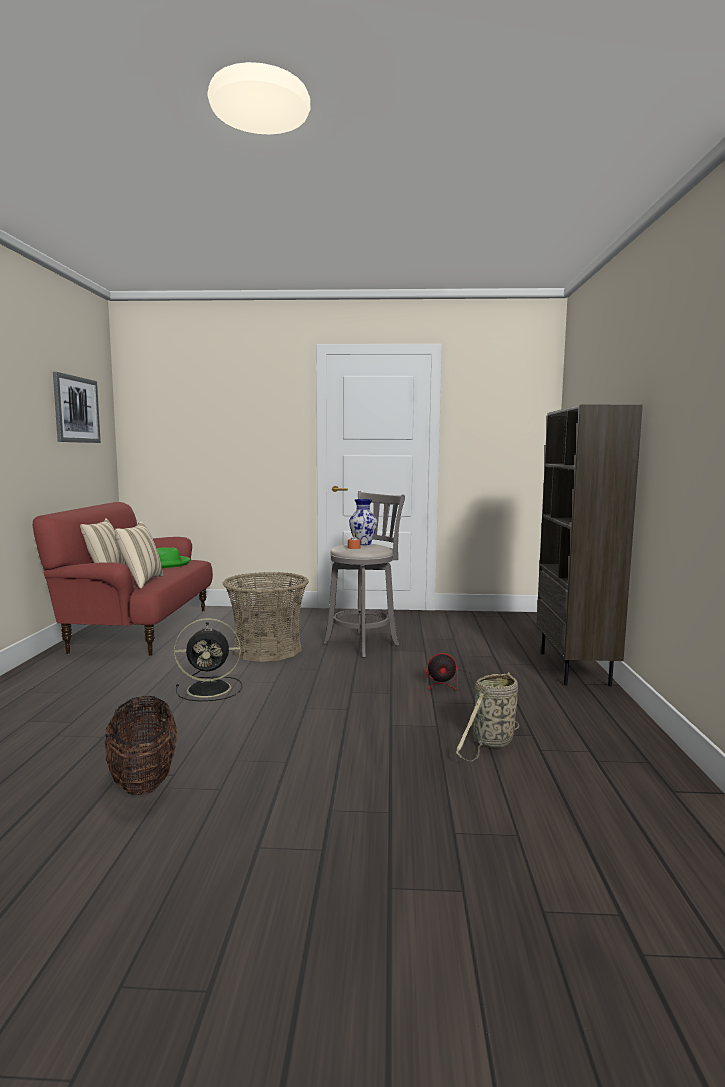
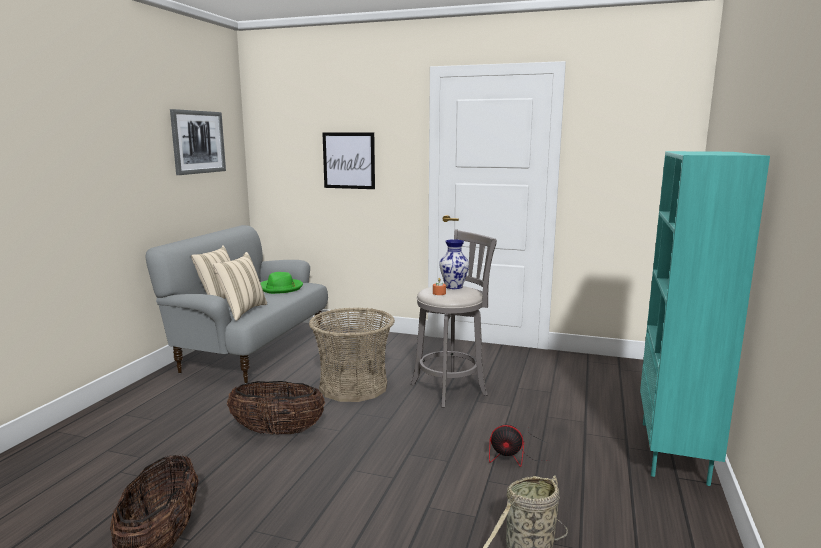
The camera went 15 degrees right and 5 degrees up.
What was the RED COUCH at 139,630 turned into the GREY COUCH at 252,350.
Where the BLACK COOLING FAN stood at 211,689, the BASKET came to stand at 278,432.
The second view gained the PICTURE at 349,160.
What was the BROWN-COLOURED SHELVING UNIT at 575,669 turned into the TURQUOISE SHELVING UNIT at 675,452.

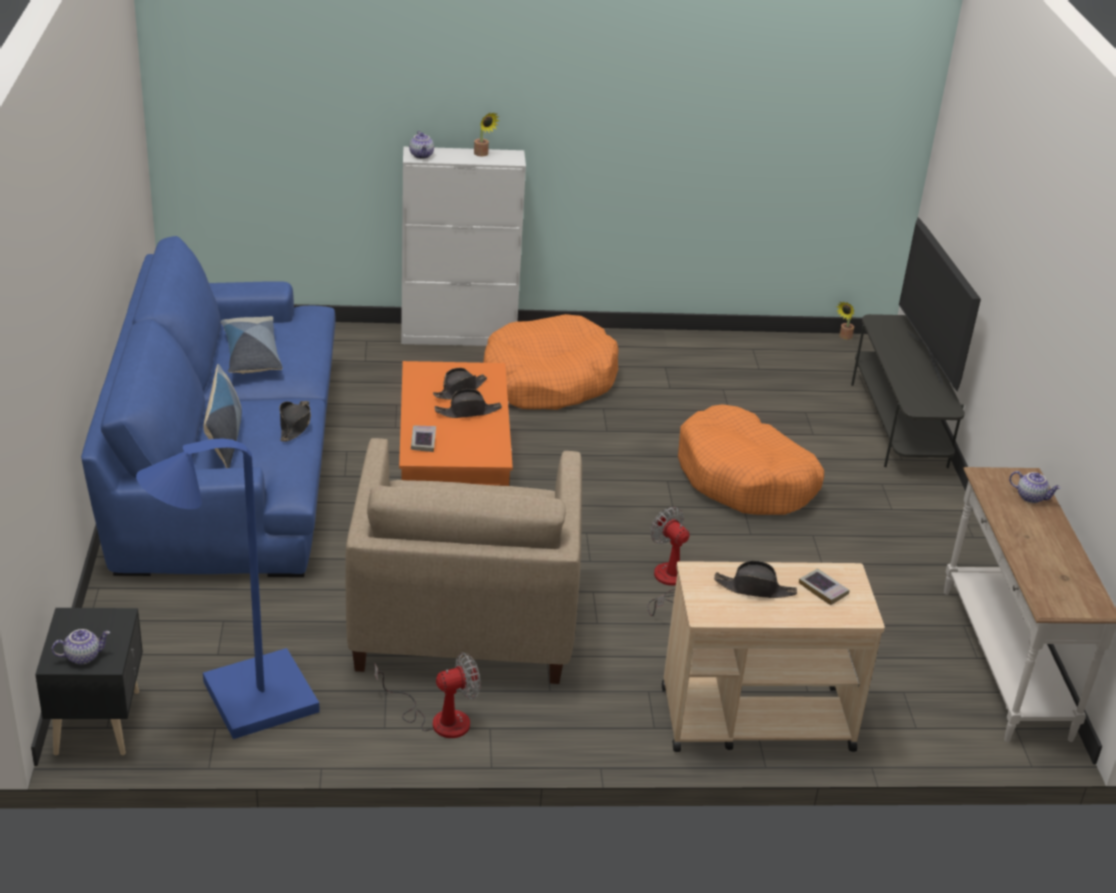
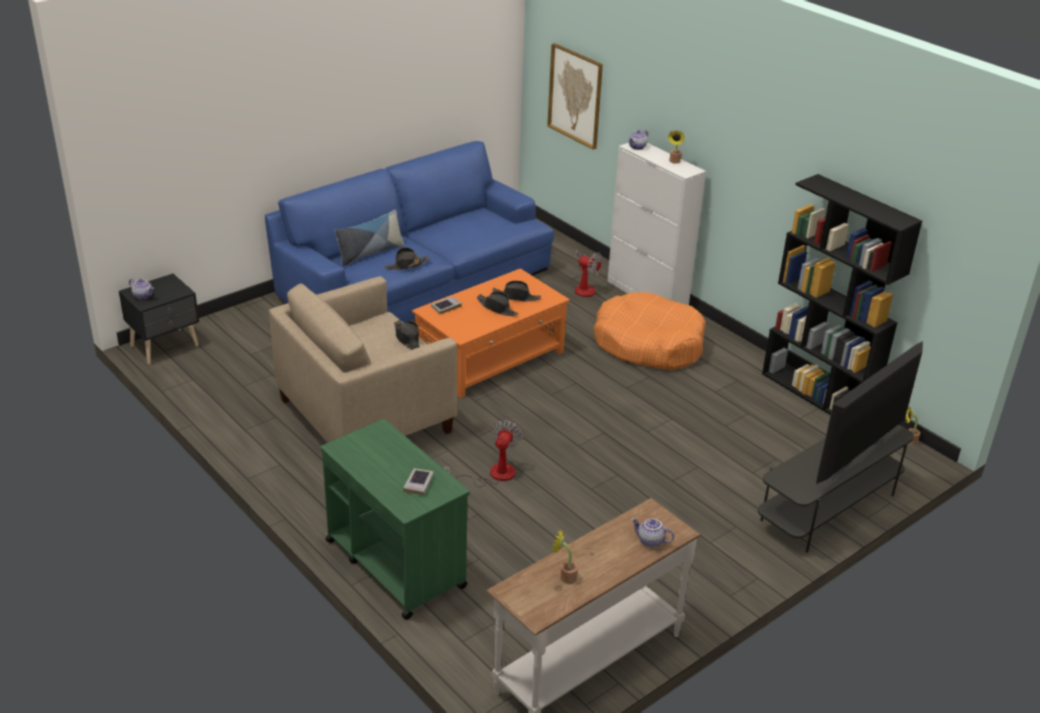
The camera went 55 degrees right and 0 degrees up.
What was the BEIGE TROLLEY at 755,718 turned into the GREEN TROLLEY at 394,563.
The BLACK CLOTHING HAT ended up elsewhere, having gone from 755,589 to 407,339.
The second view gained the PICTURE at 575,95.
The second view gained the POTTED PLANT at 565,576.
The COOLING FAN ended up elsewhere, having gone from 438,719 to 583,287.
The TEA POT at 1031,497 ended up facing another way, 120 degrees clockwise from before.
The second view gained the BLACK SHELVING UNIT at 817,395.
The second view lost the BLUISH STANDARD LAMP at 243,702.
The second view lost the CUSHION at 251,354.
The second view lost the ORANGE DOG CUSHION at 745,479.

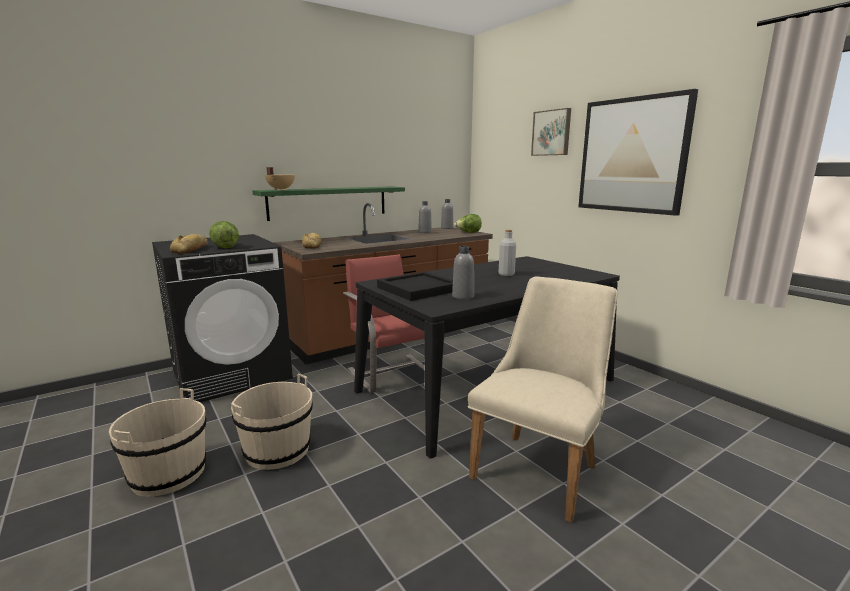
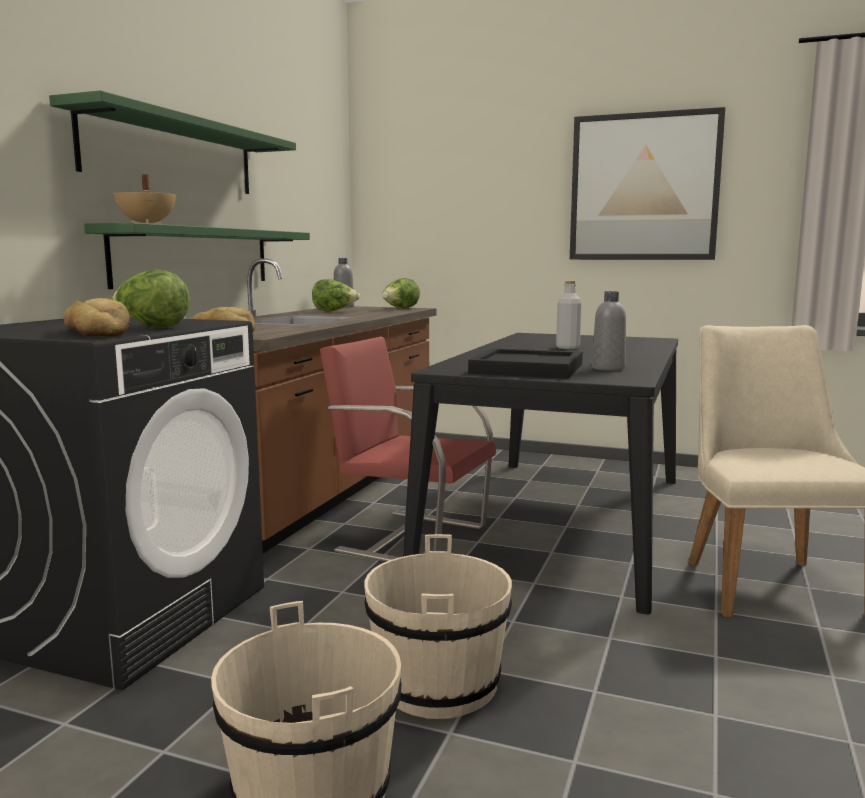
The camera went 35 degrees left and 5 degrees down.
The second view gained the GREEN WALL SHELF at 173,154.
Where the GREY BEVERAGE BOTTLE stood at 425,232, the HEAD OF LETTUCE came to stand at 334,311.
The second view lost the PICTURE at 552,133.

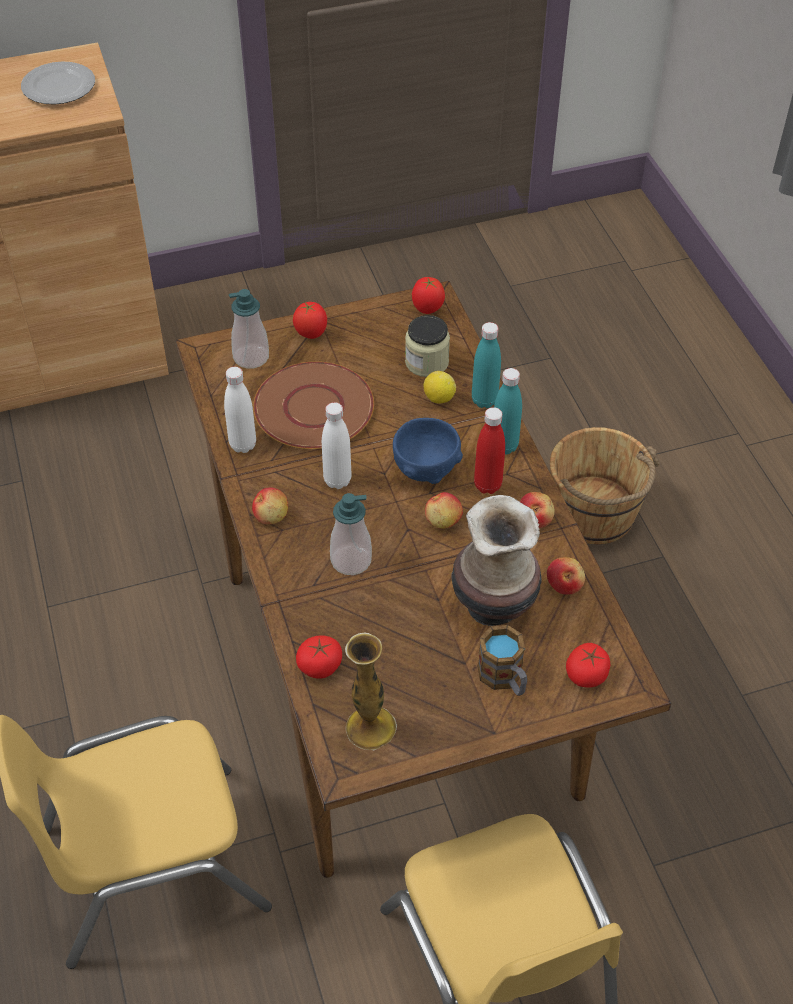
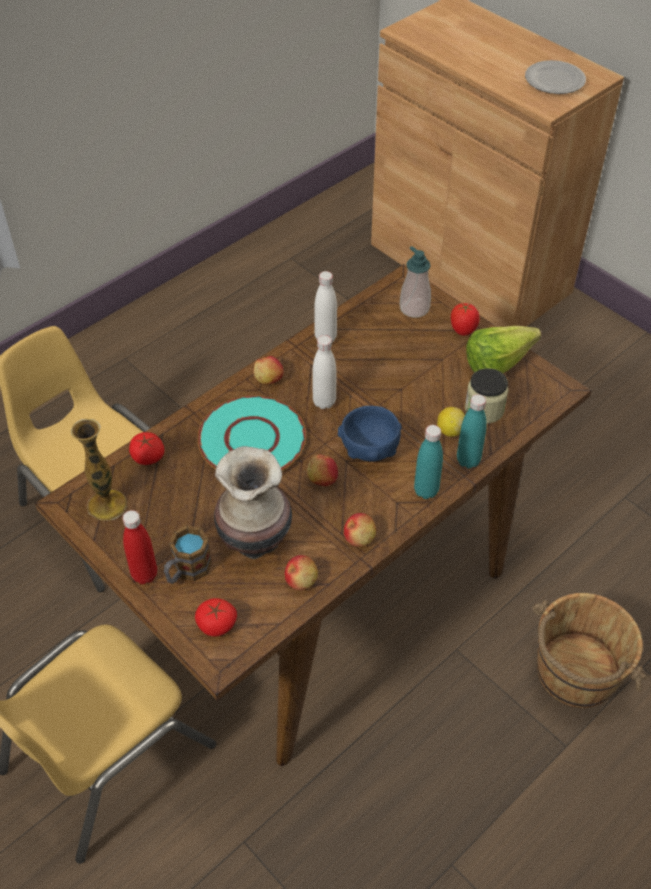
The camera went 65 degrees right and 0 degrees up.
The RED BEVERAGE BOTTLE ended up elsewhere, having gone from 487,485 to 144,575.
Where the LIQUID SOAP BOTTLE stood at 351,560, the TURQUOISE DINNER PLATE came to stand at 252,438.
The second view gained the HEAD OF LETTUCE at 503,363.
The second view lost the BROWN-COLOURED DINNER PLATE at 313,407.
The second view lost the WHOLE TOMATO at 427,309.

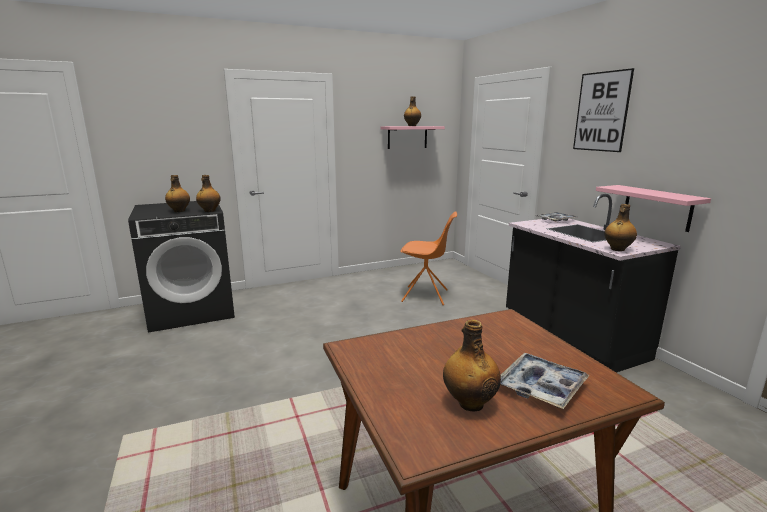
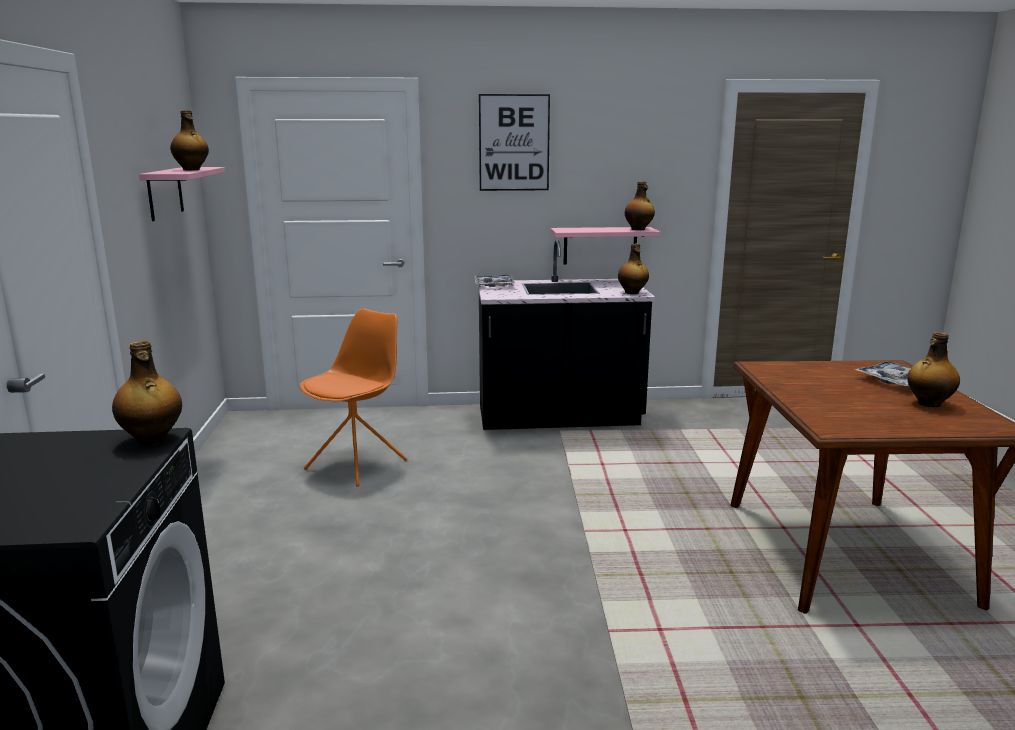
The camera went 70 degrees left and 0 degrees up.
The BEVERAGE BOTTLE ended up elsewhere, having gone from 179,211 to 638,229.

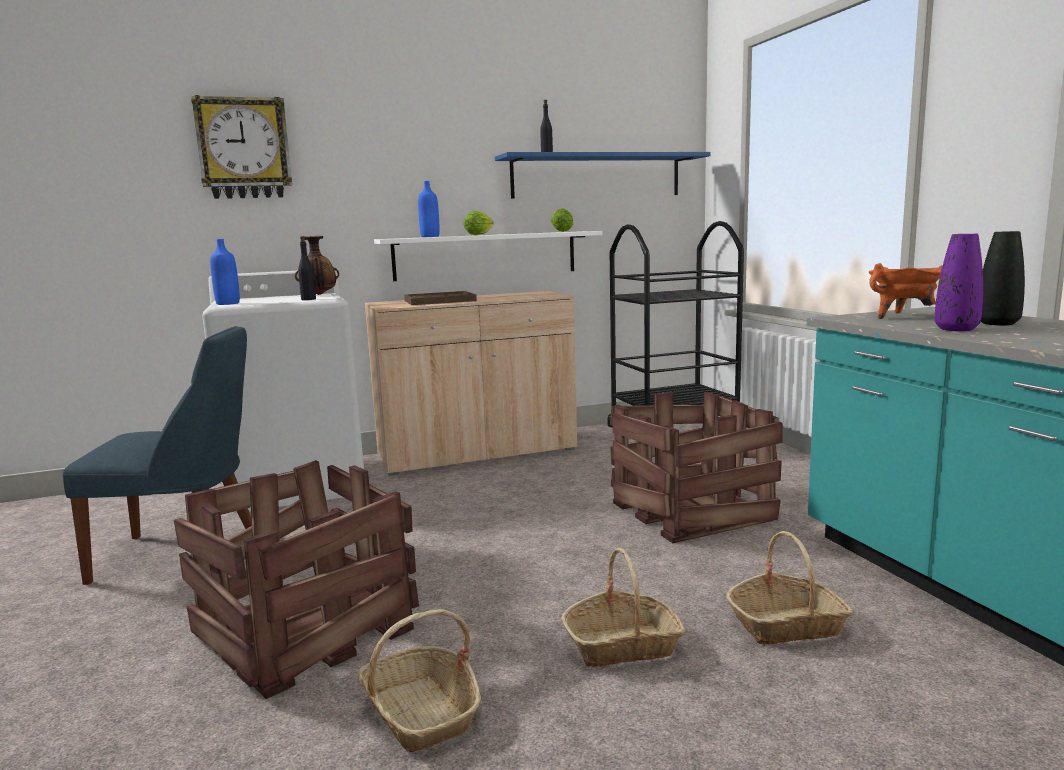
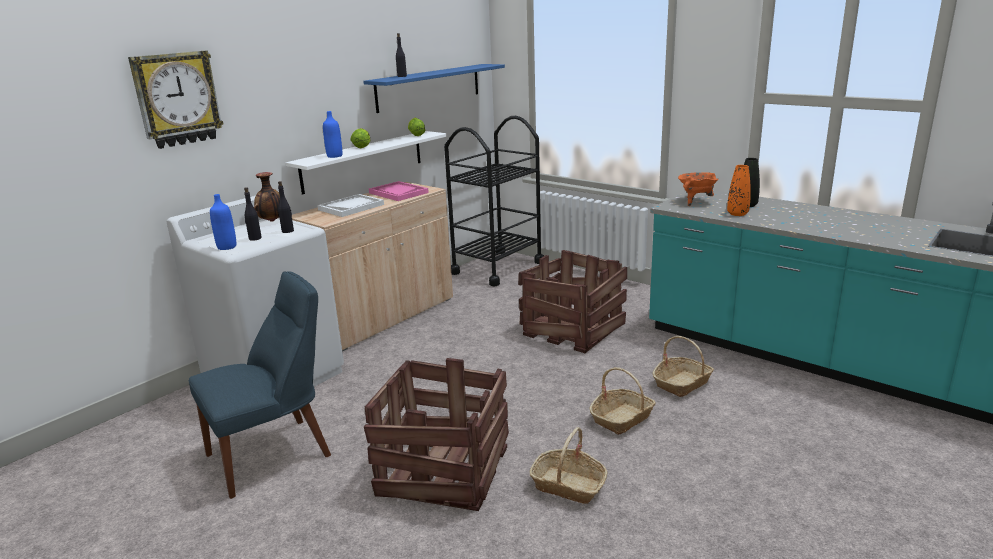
The camera went 30 degrees left and 10 degrees up.
The second view gained the BLACK BEVERAGE BOTTLE at 255,238.
What was the BROWN-COLOURED CARRYING TRAY at 440,300 turned into the WHITE CARRYING TRAY at 351,207.
The second view gained the PINK-COLOURED CARRYING TRAY at 398,193.
What was the PURPLE VASE at 956,329 turned into the ORANGE VASE at 737,214.

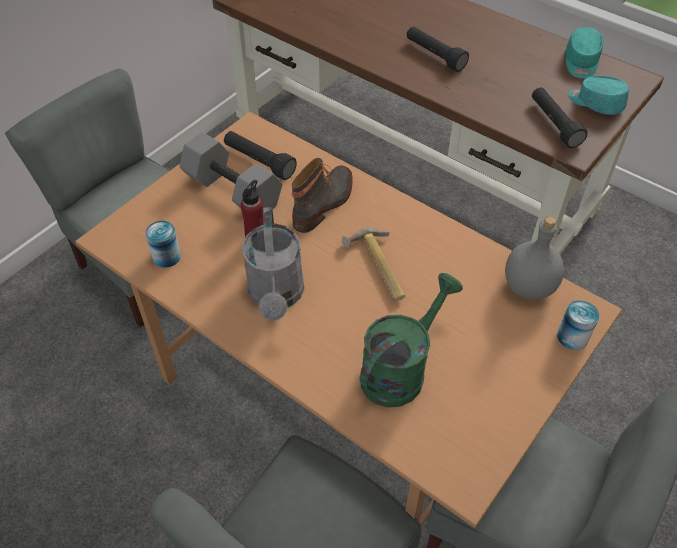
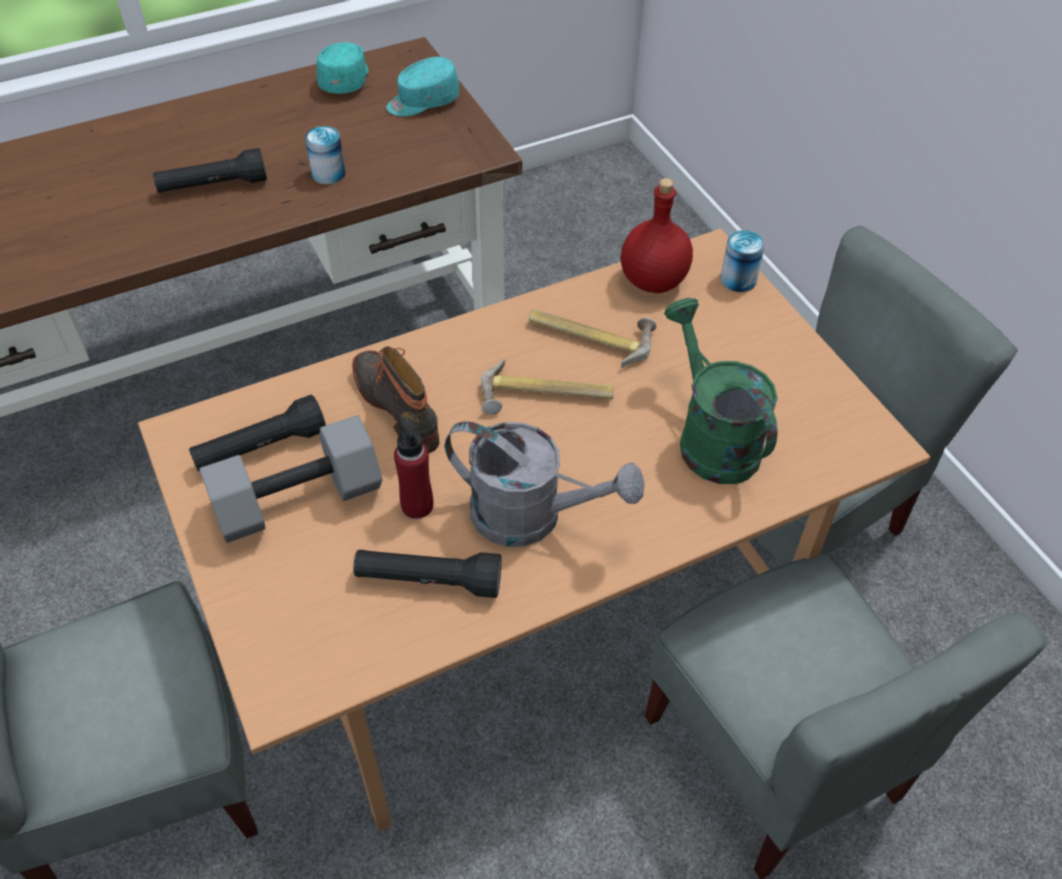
The camera went 65 degrees left and 0 degrees up.
The SEALED CAN ended up elsewhere, having gone from 166,256 to 328,174.
The TURQUOISE PEAKED CAP at 581,62 ended up facing another way, 120 degrees counterclockwise from before.
The BLACK FLASHLIGHT ended up elsewhere, having gone from 554,124 to 428,581.
The second view gained the TOOL HAMMER at 591,335.
What was the GREY BEVERAGE BOTTLE at 529,287 turned into the RED BEVERAGE BOTTLE at 654,280.

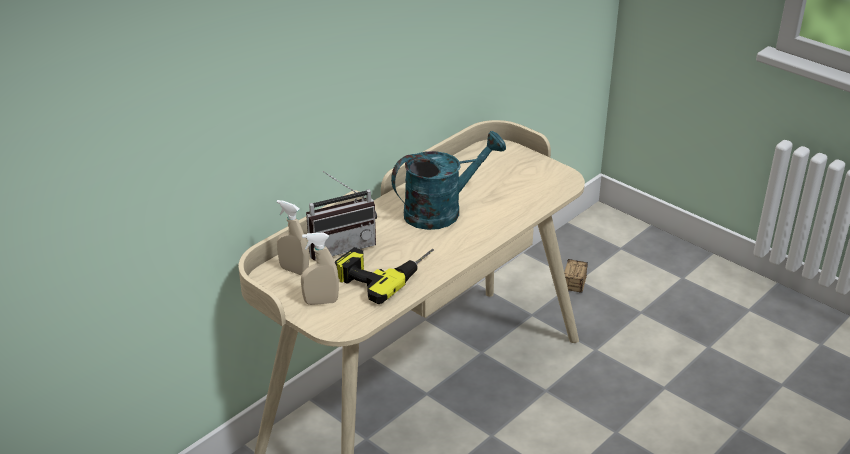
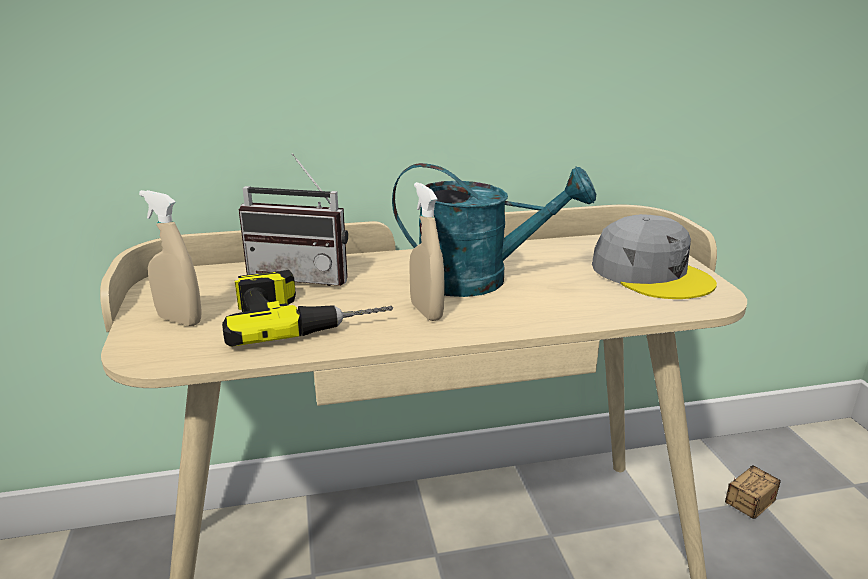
The camera went 35 degrees right and 10 degrees down.
The BEIGE HAND SPRAYER ended up elsewhere, having gone from 294,270 to 426,312.
The second view gained the GREY PEAKED CAP at 651,274.

